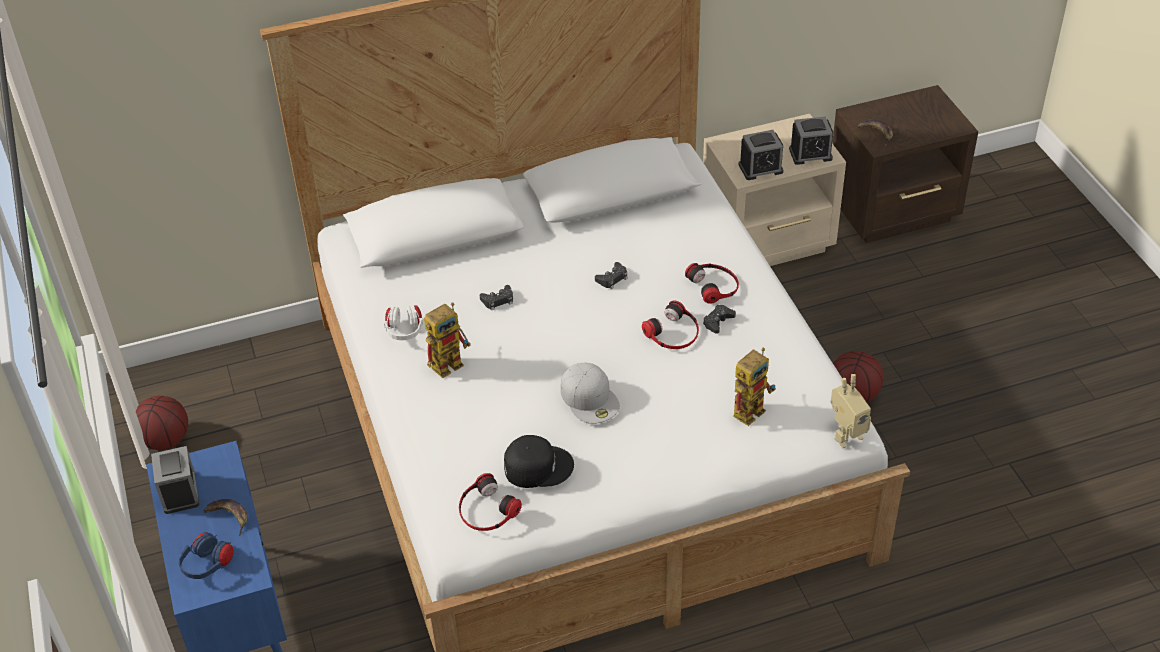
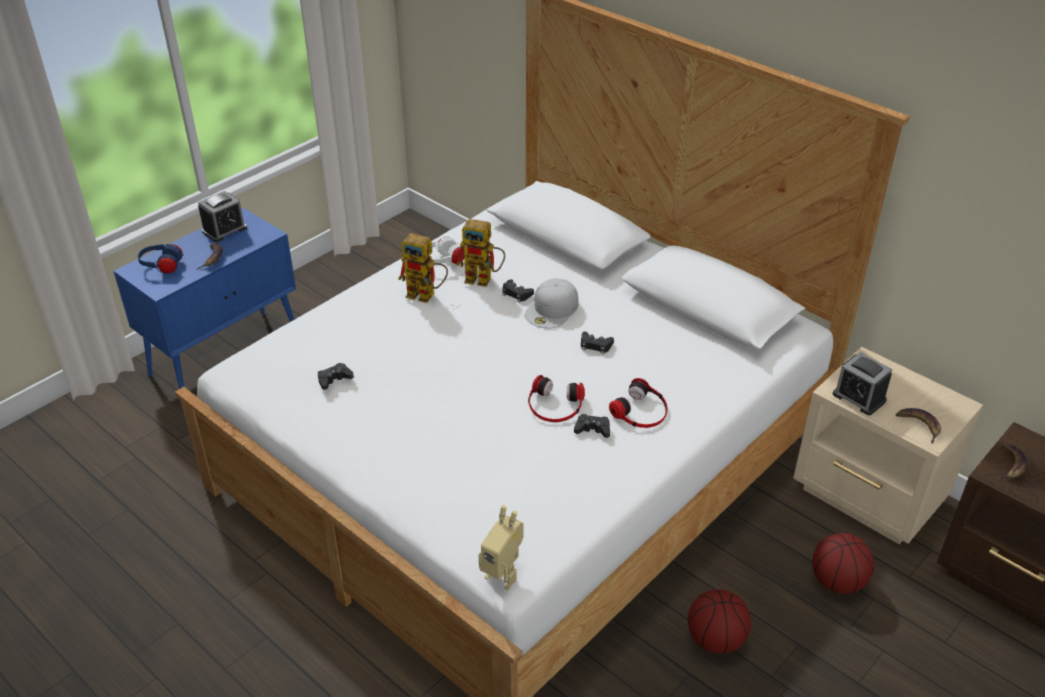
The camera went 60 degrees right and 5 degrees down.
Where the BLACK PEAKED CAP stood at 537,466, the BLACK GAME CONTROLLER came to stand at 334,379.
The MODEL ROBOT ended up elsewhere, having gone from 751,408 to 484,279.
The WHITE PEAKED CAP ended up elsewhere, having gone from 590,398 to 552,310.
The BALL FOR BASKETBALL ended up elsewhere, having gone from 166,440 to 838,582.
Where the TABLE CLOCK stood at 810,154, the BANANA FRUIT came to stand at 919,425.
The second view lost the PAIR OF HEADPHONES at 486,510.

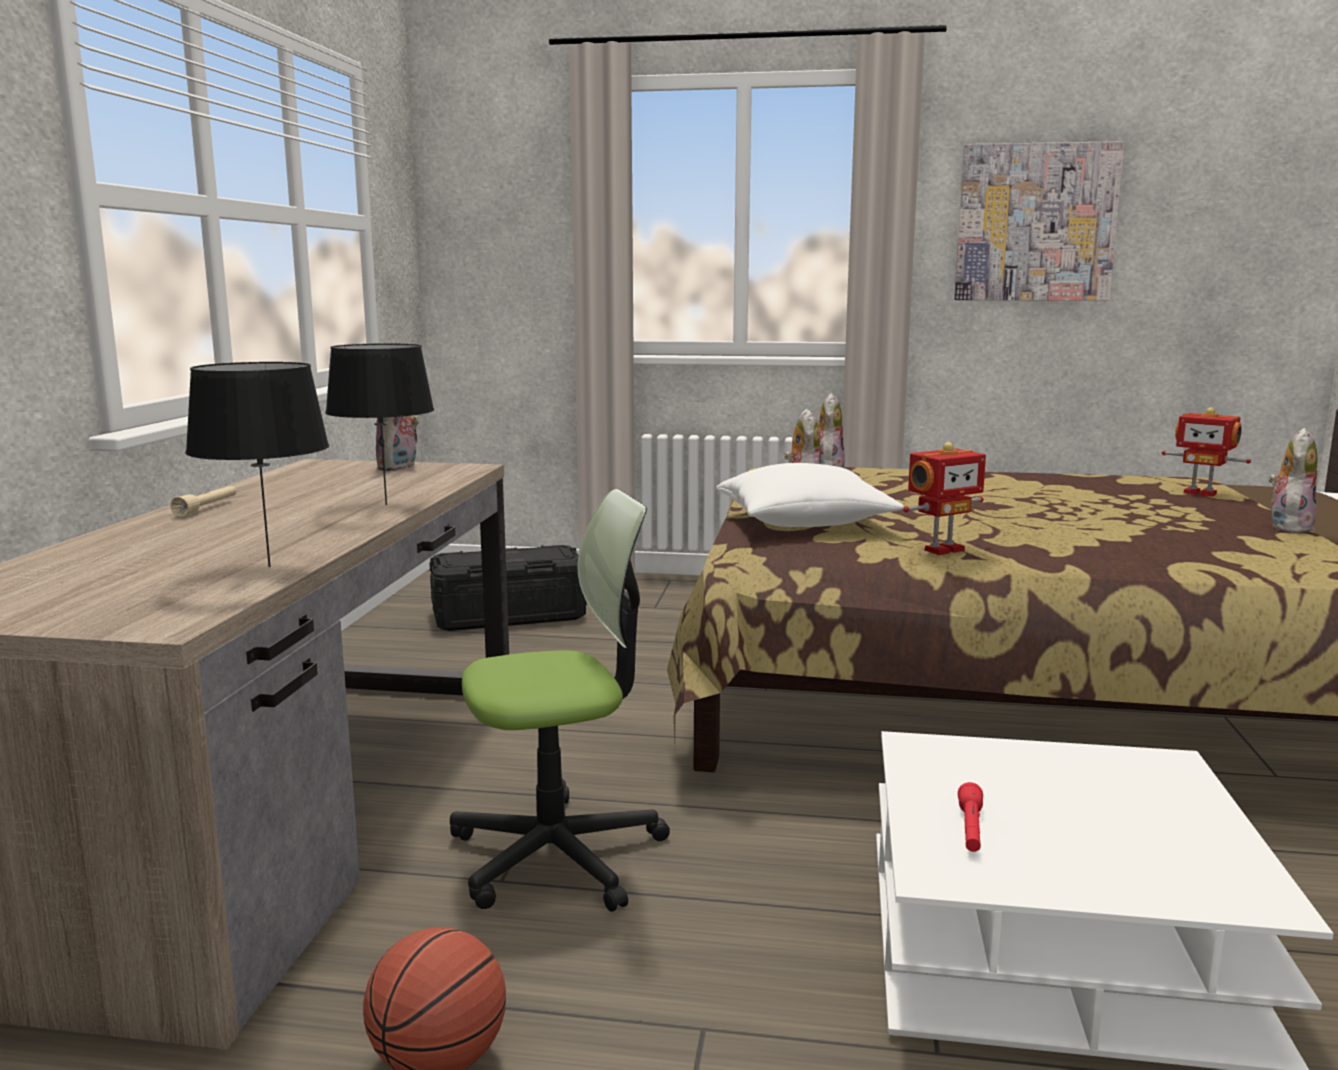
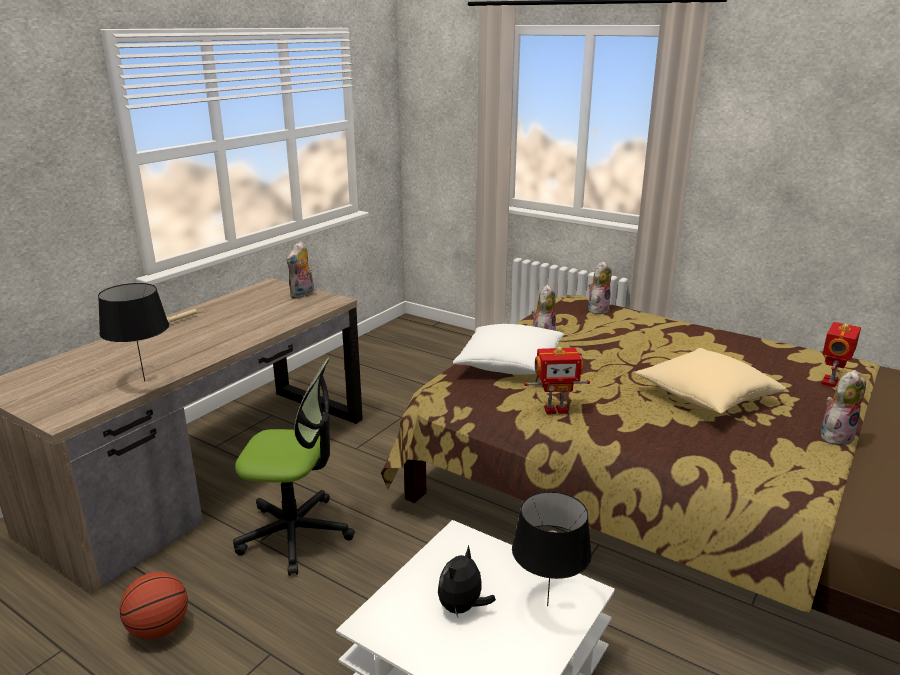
The camera went 25 degrees right and 10 degrees up.
The second view gained the SOFT TOY at 462,608.
The BLACK TABLETOP LAMP ended up elsewhere, having gone from 387,505 to 548,606.
The second view gained the BEIGE CUSHION at 706,396.
The MODEL ROBOT at 1200,493 ended up facing another way, 60 degrees clockwise from before.
The second view lost the BLACK STORAGE BIN at 509,615.
The second view lost the PICTURE at 1036,223.
The second view lost the RED FLASHLIGHT at 970,829.

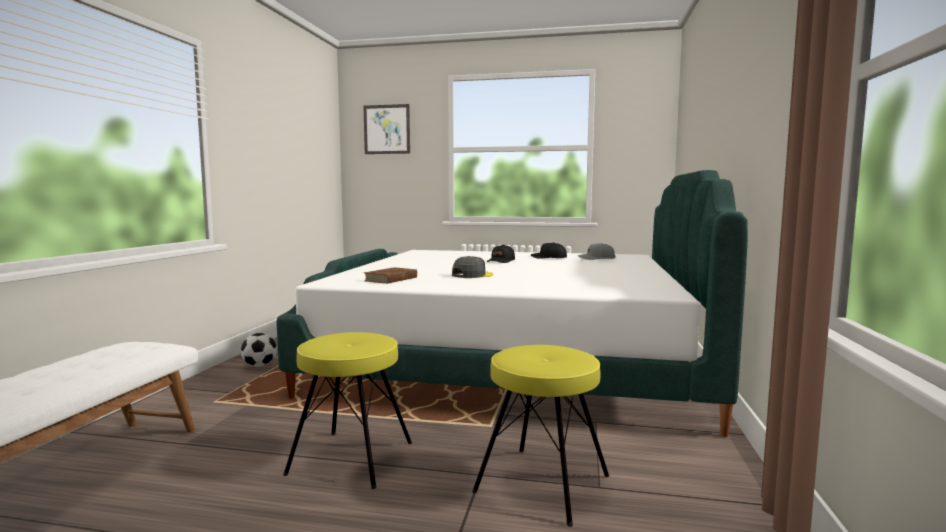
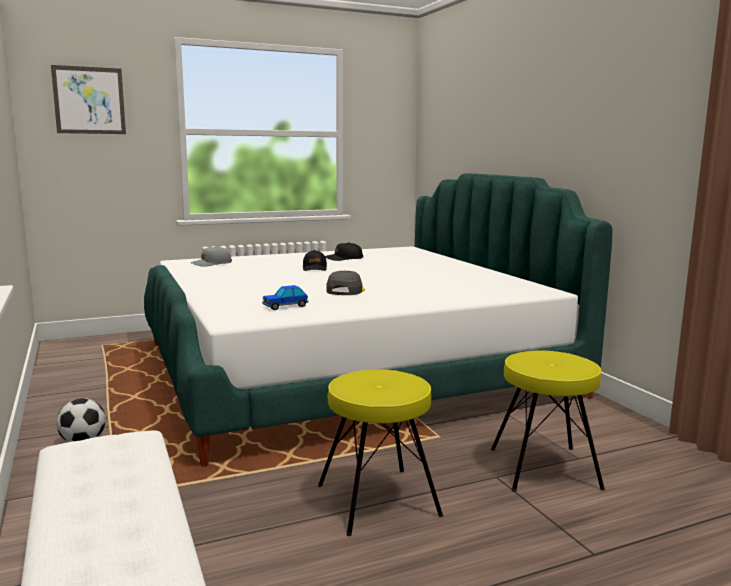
The camera went 35 degrees left and 5 degrees up.
The GREY PEAKED CAP ended up elsewhere, having gone from 596,258 to 211,264.
Where the BROWN-COLOURED BOOK stood at 391,279, the TOY CAR came to stand at 285,306.

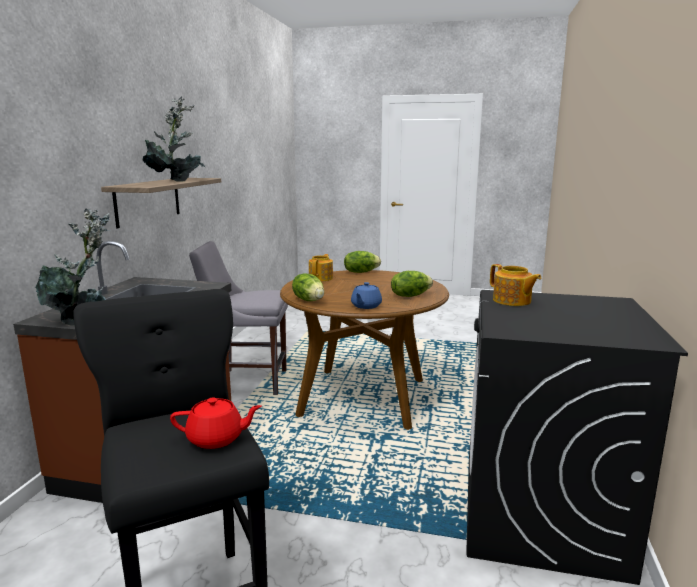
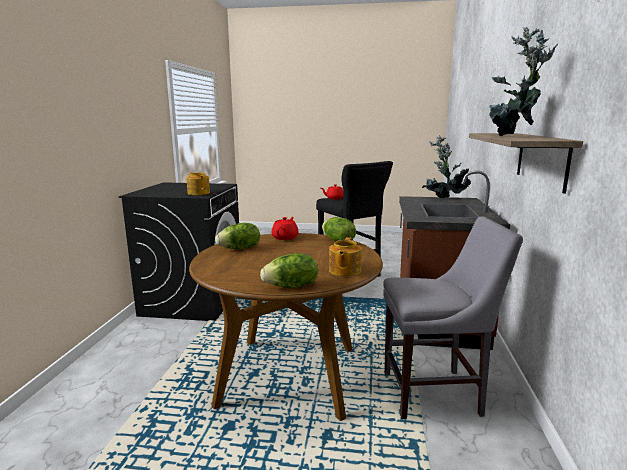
The camera went 175 degrees right and 0 degrees up.
What was the BLUISH TEA POT at 365,306 turned into the RED TEA POT at 285,237.

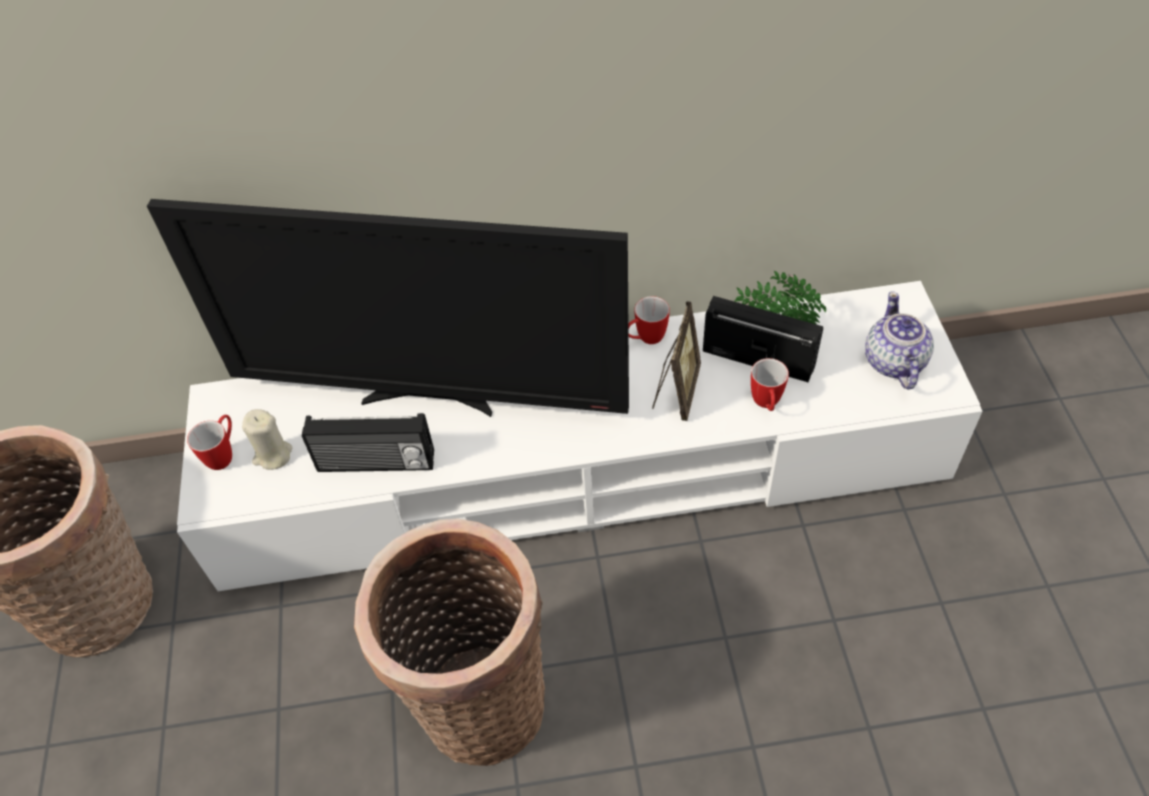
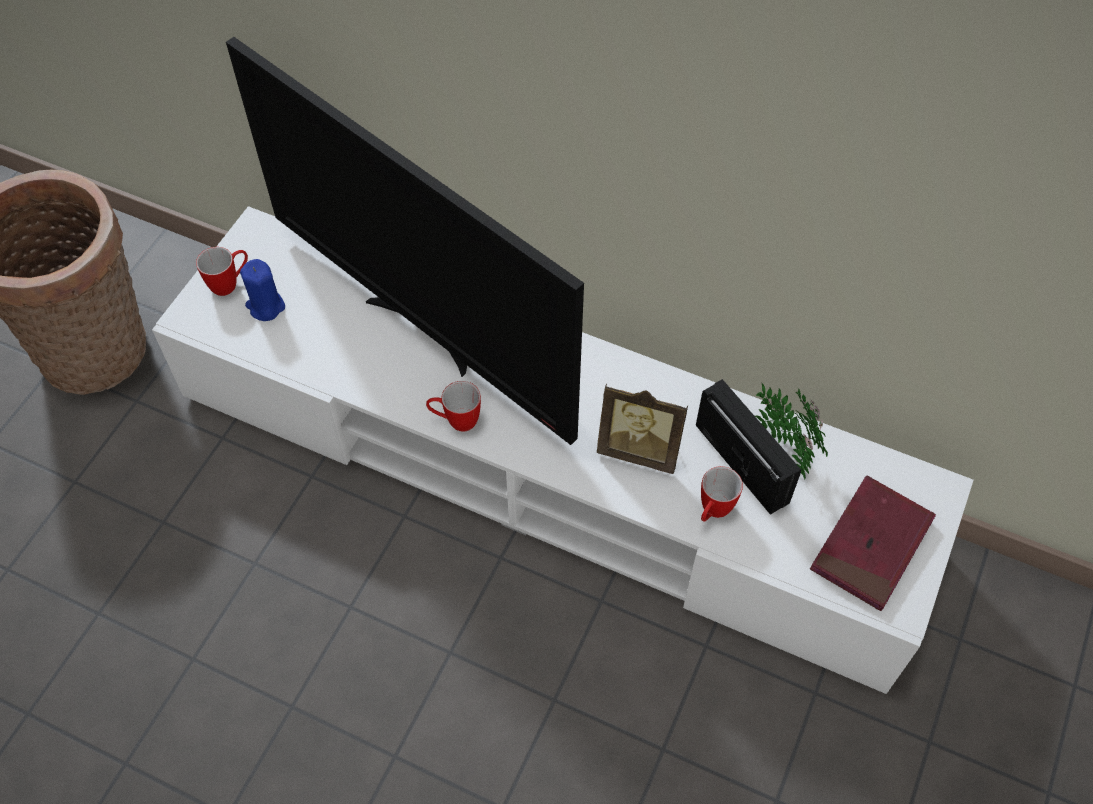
The camera went 30 degrees right and 5 degrees up.
What was the BEIGE WAX CANDLE at 272,455 turned into the BLUISH WAX CANDLE at 265,306.
The TEA MUG ended up elsewhere, having gone from 645,339 to 455,421.
The PICTURE FRAME at 675,391 ended up facing another way, 60 degrees clockwise from before.
Where the TEA POT stood at 893,362, the RED BOOK came to stand at 871,545.
The second view lost the RADIO SET at 376,463.
The second view lost the BASKET at 476,698.

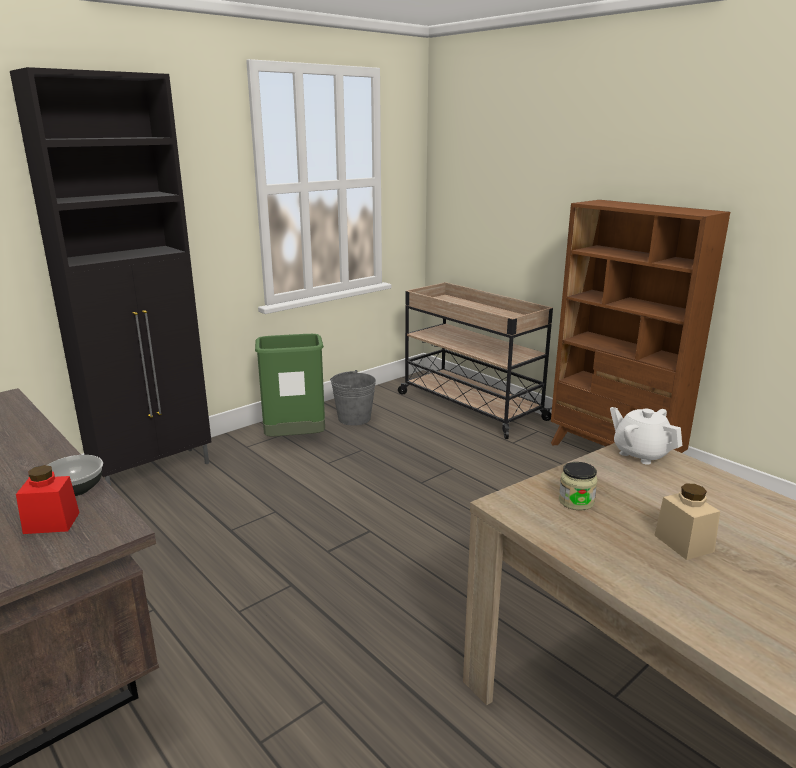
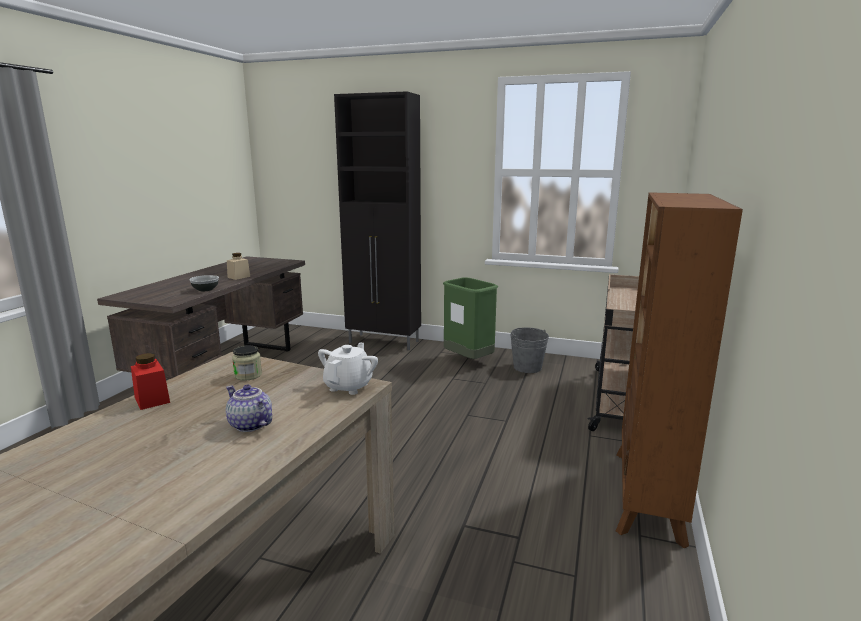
The camera went 60 degrees right and 5 degrees down.
The RED JAR ended up elsewhere, having gone from 51,523 to 152,400.
The second view gained the TEA POT at 249,425.
The BEIGE JAR ended up elsewhere, having gone from 683,543 to 239,277.

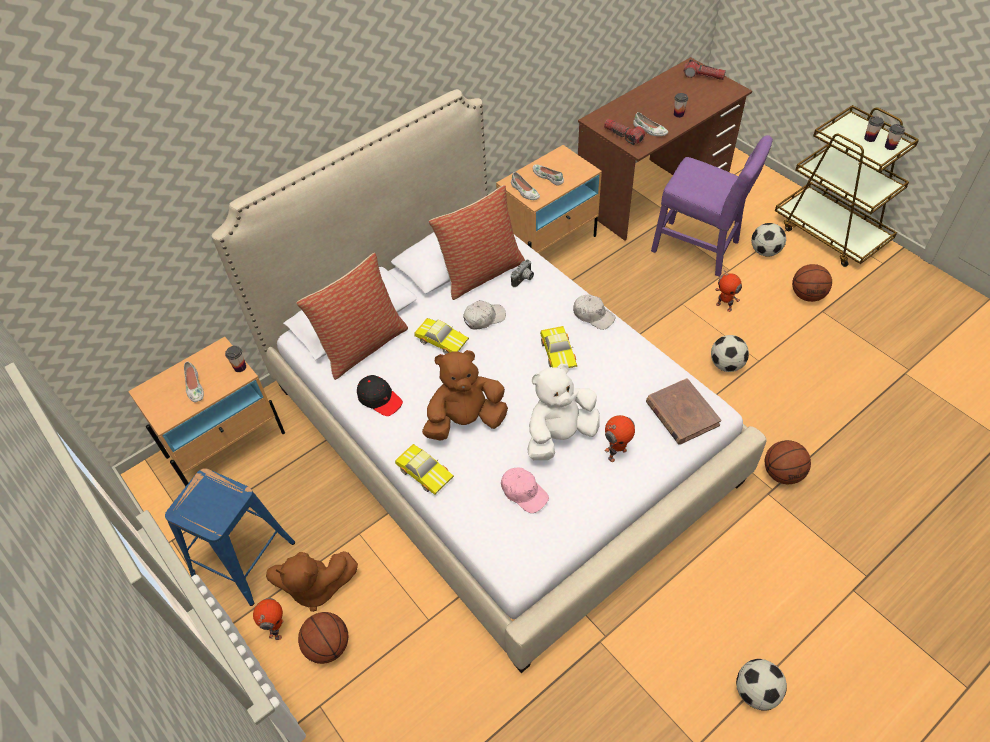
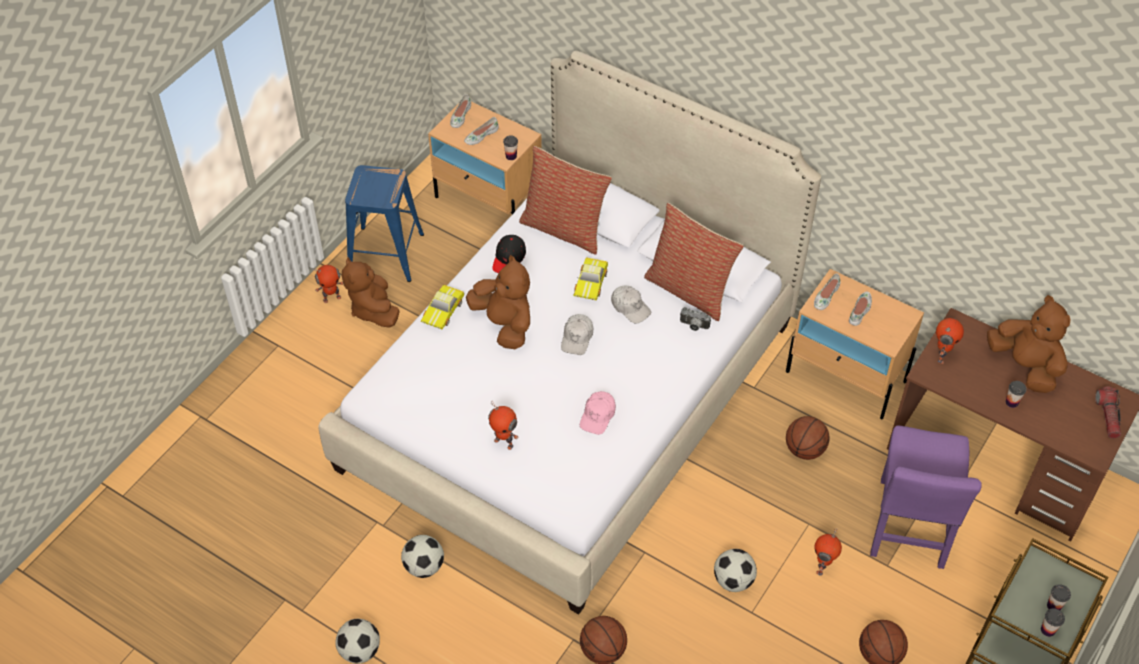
The camera went 70 degrees right and 0 degrees up.
The FOOTBALL ended up elsewhere, having gone from 765,251 to 424,566.
The WHITE ITEM OF FOOTWEAR ended up elsewhere, having gone from 649,130 to 460,116.
The WHITE PEAKED CAP ended up elsewhere, having gone from 593,315 to 577,338.
The PINK-COLOURED PEAKED CAP ended up elsewhere, having gone from 524,492 to 598,416.
The BALL FOR BASKETBALL ended up elsewhere, having gone from 327,646 to 805,449.
Where the FLASHLIGHT stood at 623,136, the MODEL ROBOT came to stand at 941,355.
The second view gained the BROWN-COLOURED SOFT TOY at 1025,366.
The second view lost the WHITE SOFT TOY at 560,435.
The second view lost the TOY CAR at 559,352.
The second view lost the BROWN-COLOURED BOOK at 681,413.

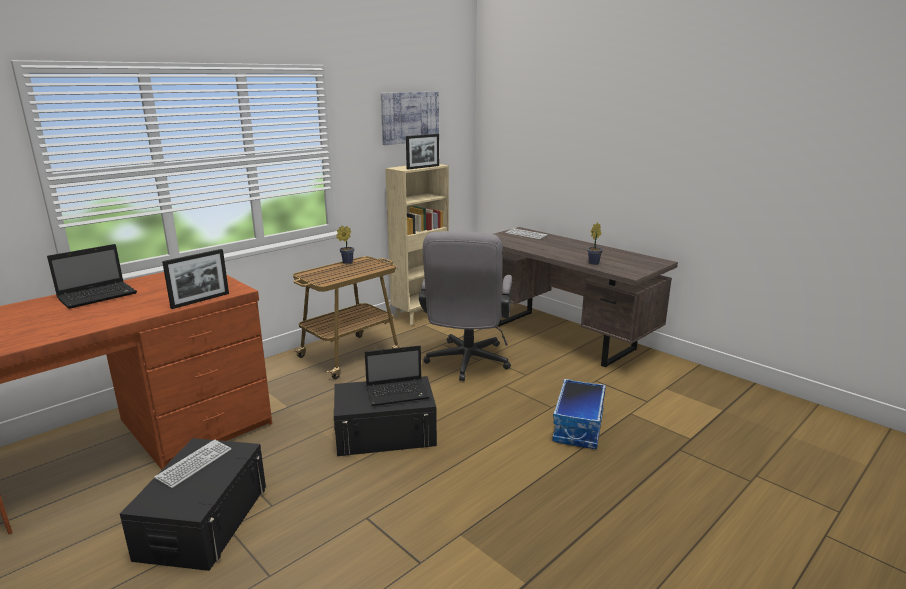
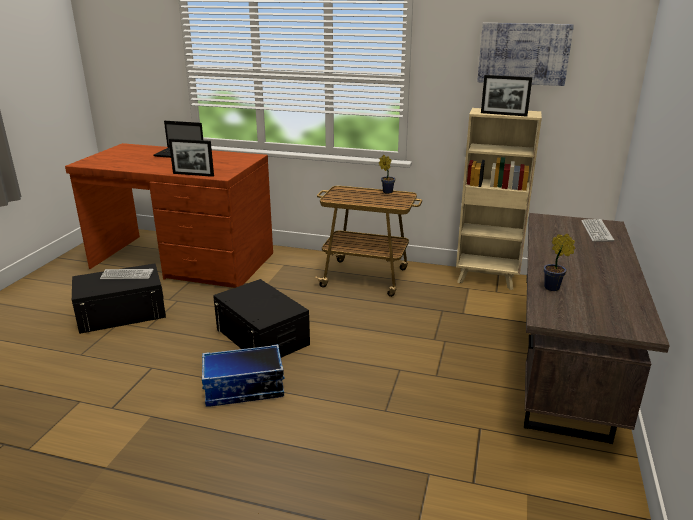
The camera went 60 degrees right and 5 degrees up.
The STORAGE BIN ended up elsewhere, having gone from 579,427 to 243,389.
The second view lost the PORTABLE COMPUTER at 398,393.
The second view lost the GREY COMPUTER CHAIR at 466,364.

